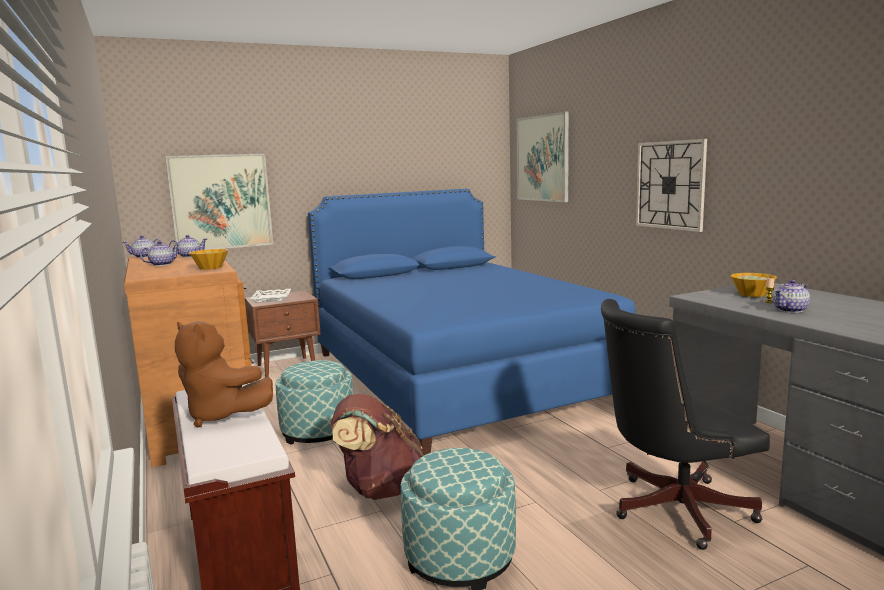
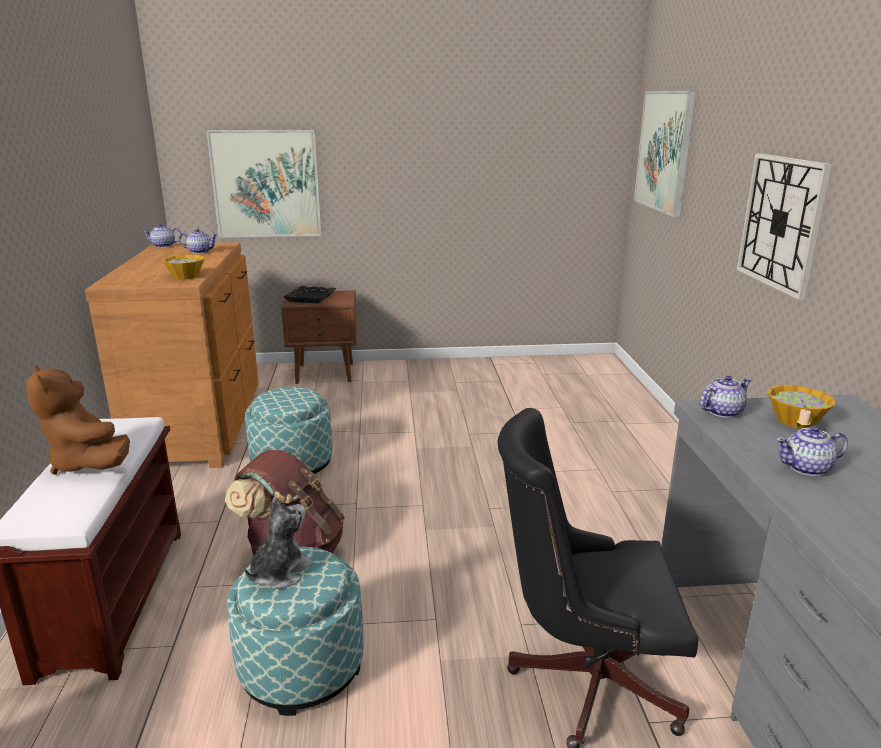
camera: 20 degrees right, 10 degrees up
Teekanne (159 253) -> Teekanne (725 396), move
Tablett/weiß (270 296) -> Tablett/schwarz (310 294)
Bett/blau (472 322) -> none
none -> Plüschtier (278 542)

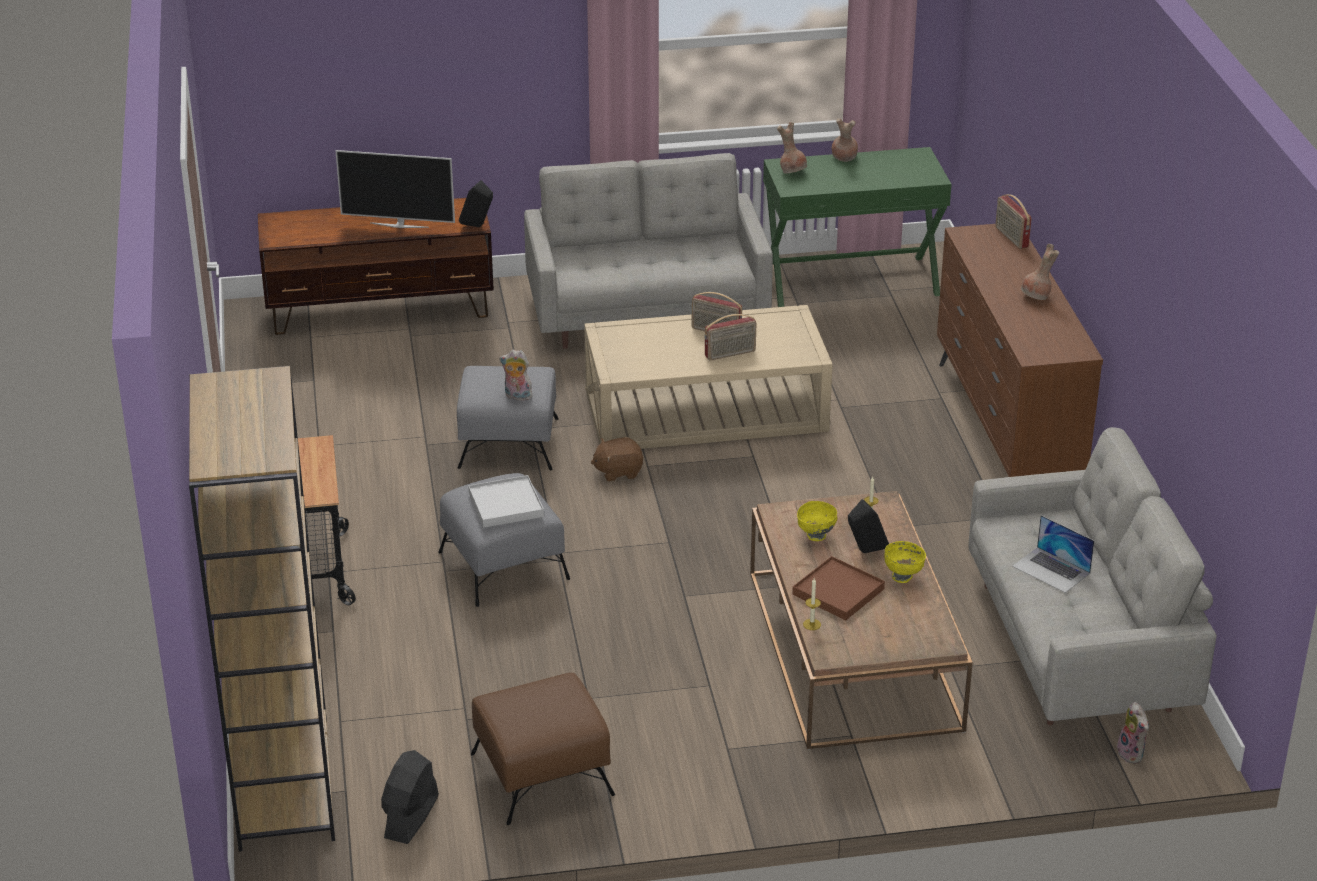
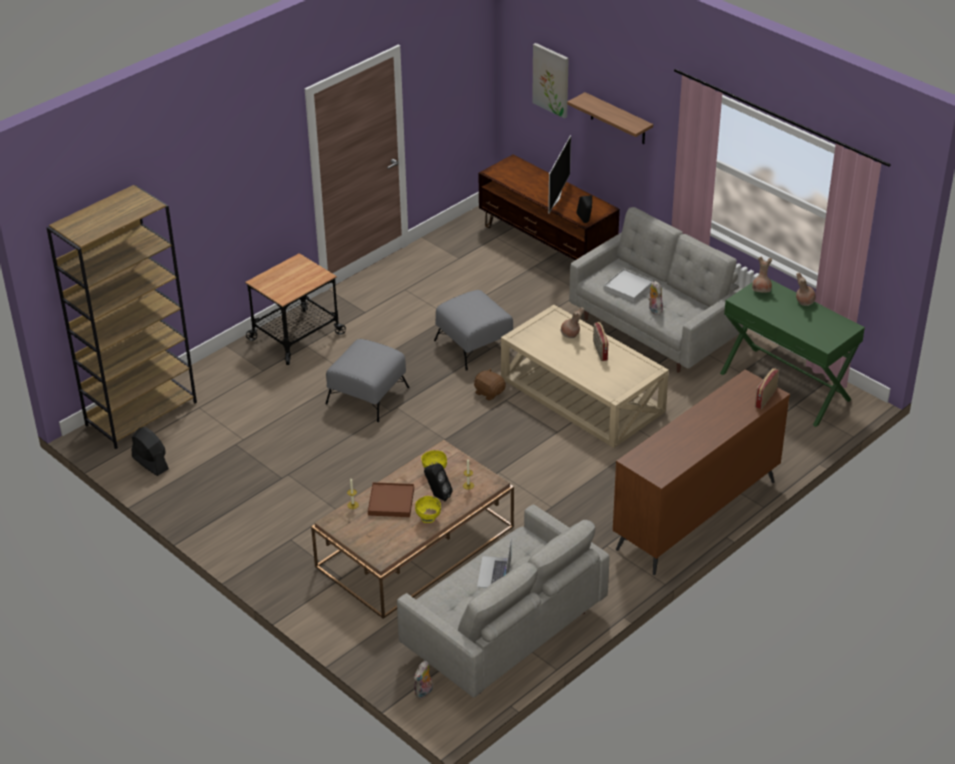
camera: 55 degrees right, 5 degrees up
Fernseher (395 189) -> Fernseher (559 174), 135 degrees counterclockwise
Ventilator/schwarz (410 797) -> Ventilator/schwarz (150 451), 60 degrees clockwise
Tablett/weiß (506 501) -> Tablett/weiß (629 285), move
Polsterhocker/braun (543 749) -> none
Plüschtier (516 375) -> Plüschtier (655 298), move
Radio (730 337) -> none
Vase/braun (1040 272) -> Vase/braun (572 322), move
none -> Bild (550 81)
none -> Wandregal (610 118)

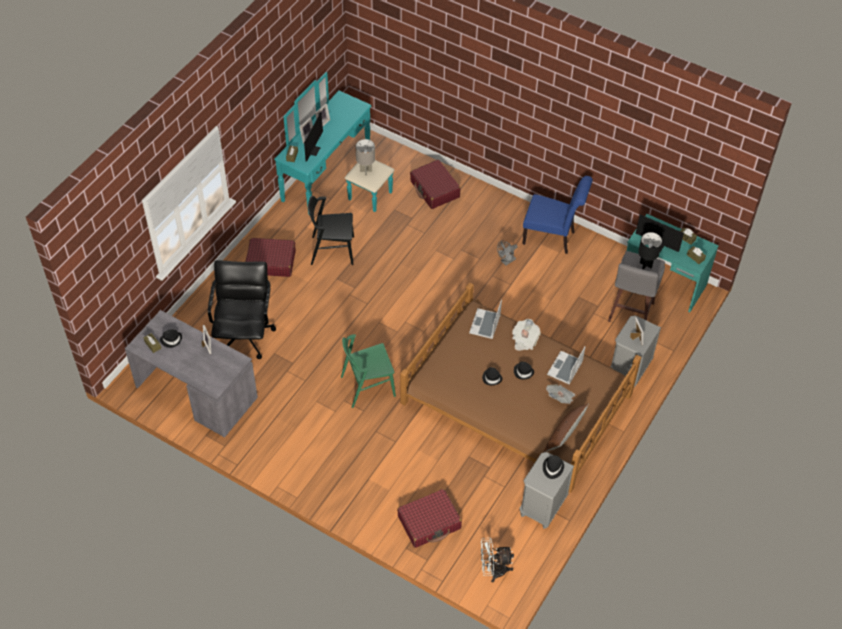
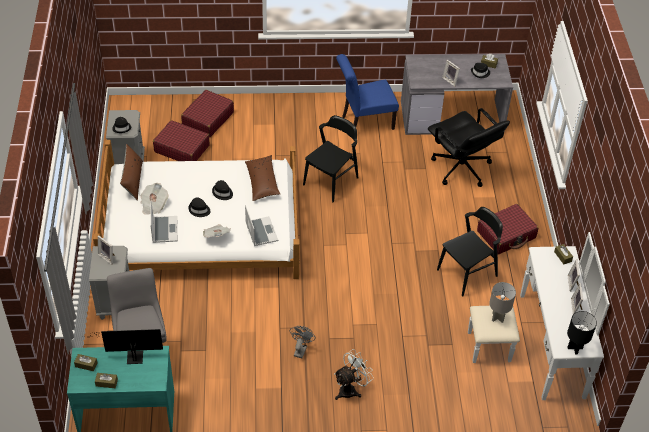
camera: 145 degrees right, 5 degrees down
Kommode/türkis (334 143) -> Kommode/weiß (539 316)
Monitor (315 135) -> none
Stuhl/grün (368 371) -> Stuhl/schwarz (330 158)
Bett/braun (520 388) -> Bett/weiß (196 209)
Koffer/rot (435 184) -> Koffer/rot (181 140), move
Ventilator/weiß (497 560) -> Ventilator/weiß (354 374), move
Stuhl/blau (557 215) -> Stuhl/blau (367 92), move
Tischlampe/schwarz (650 251) -> Tischlampe/schwarz (582 332), move
none -> Kissen/braun (262 178)

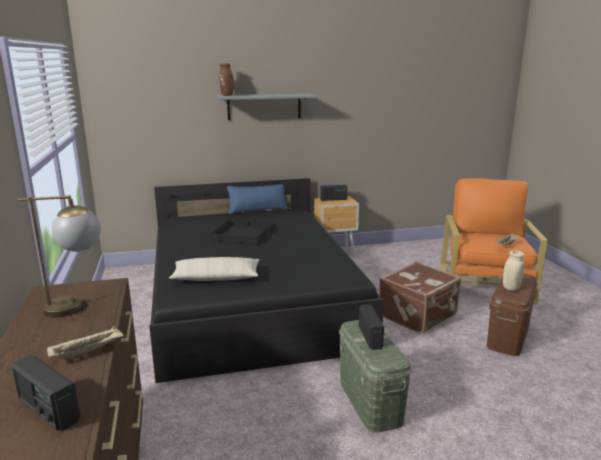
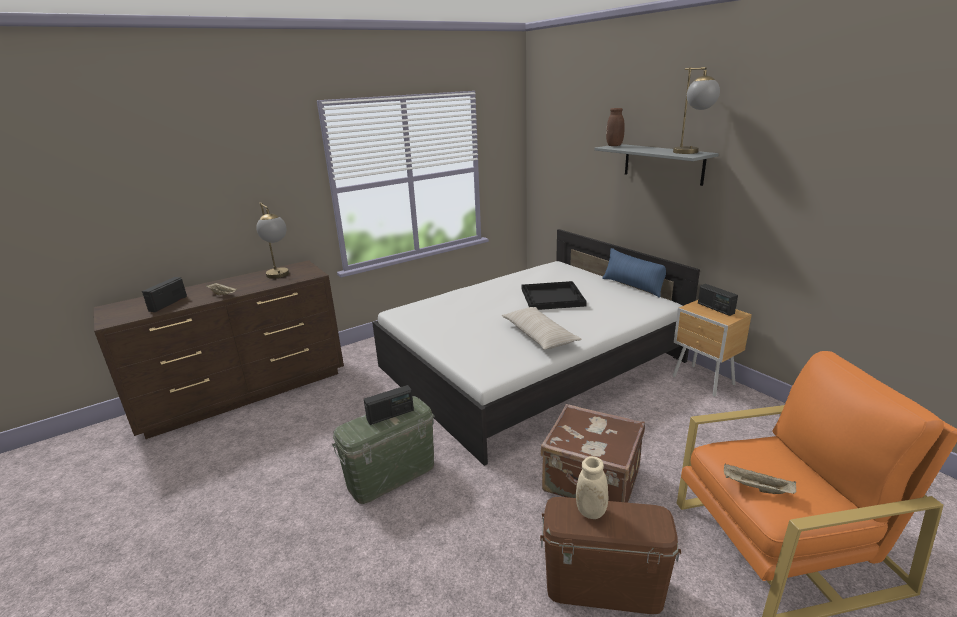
camera: 70 degrees right, 5 degrees up
Bett/schwarz (266 280) -> Bett/weiß (536 347)
Kissen/beige (214 269) -> Kissen/beige (542 328), move
none -> Tischlampe (696 110)

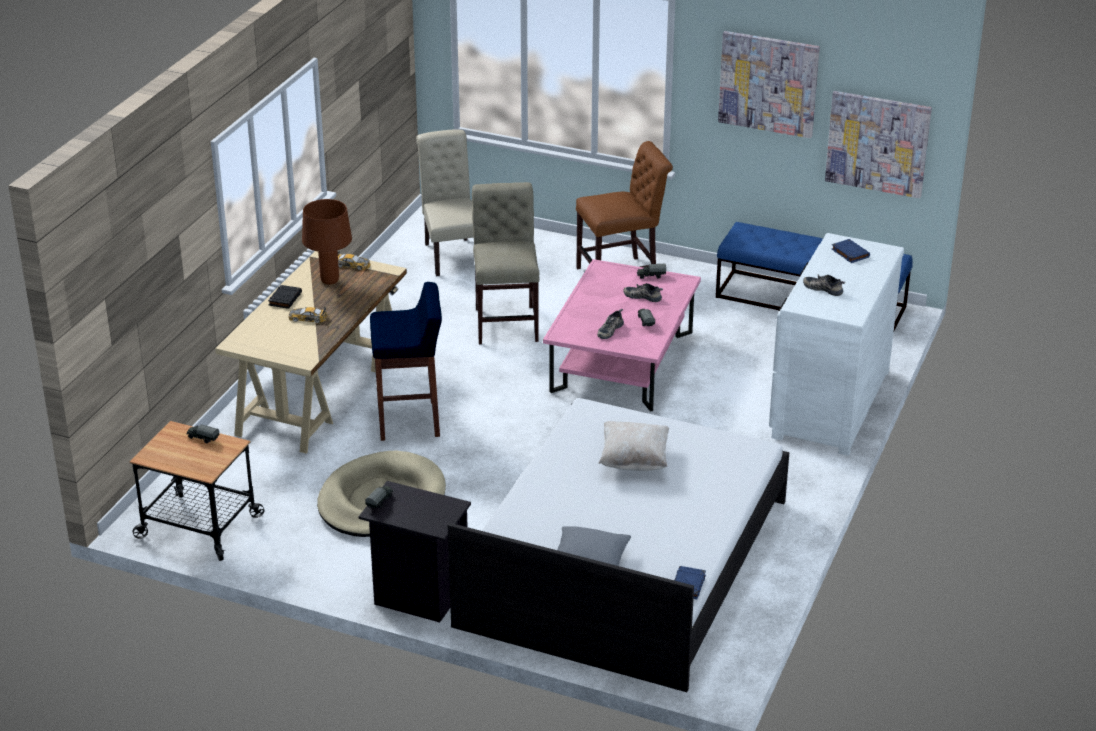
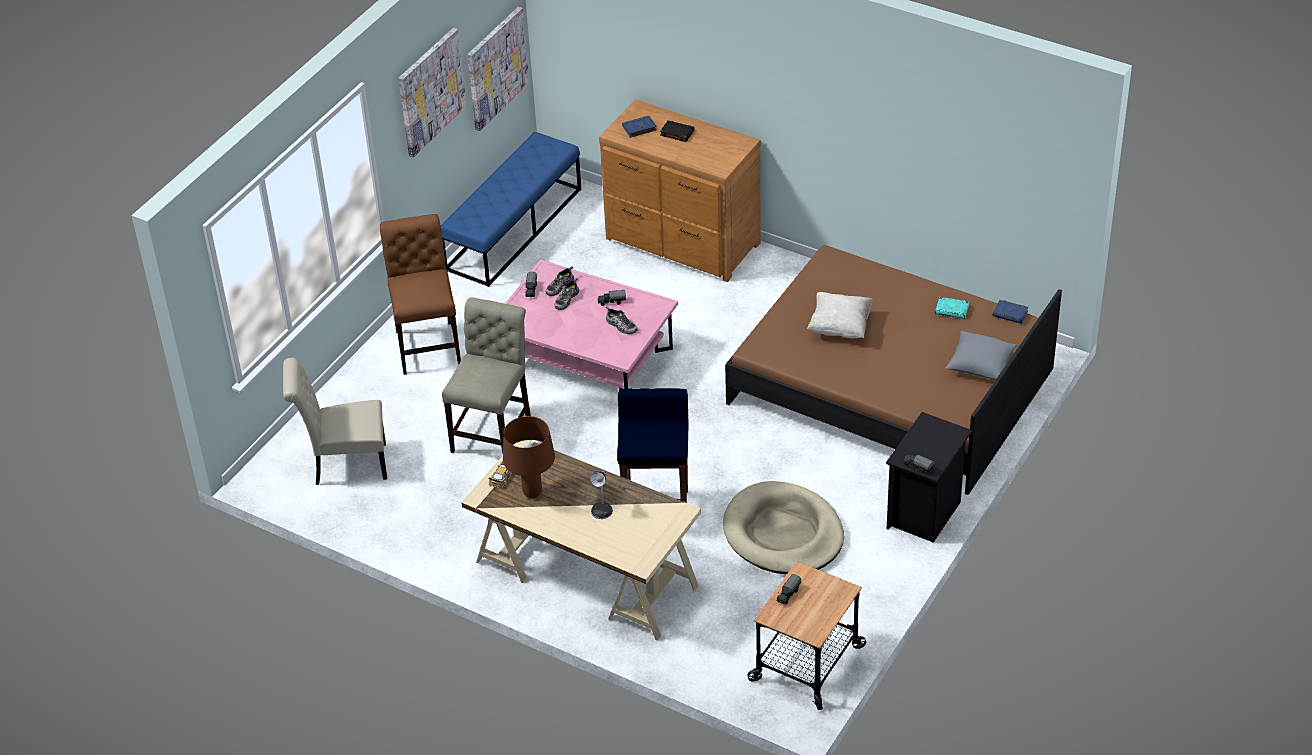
camera: 80 degrees left, 10 degrees up
Buch/schwarz (285 297) -> Buch/schwarz (677 131), move
Spielzeugauto (308 315) -> Tischlampe (601 494)
Bett/weiß (618 545) -> Bett/braun (893 370)
Stuhl/beige (505 263) -> Stuhl/beige (486 375), 105 degrees clockwise
Kommode/weiß (836 344) -> Kommode/braun (680 190)
Schuh (824 285) -> Schuh (560 281), move
none -> Buch/türkis (952 308)

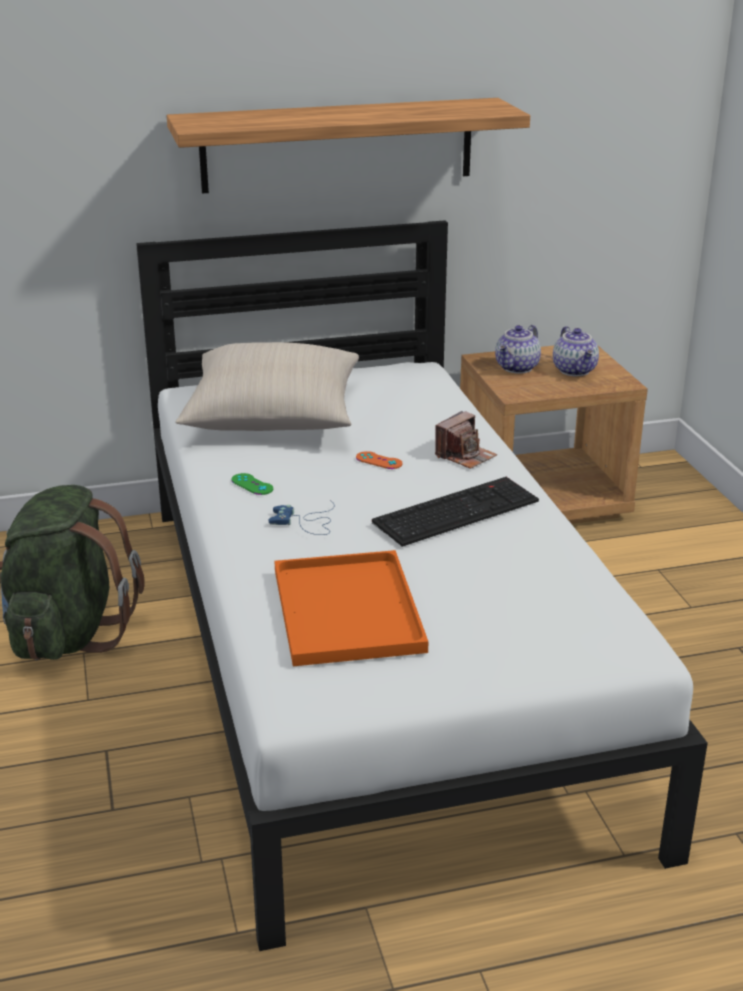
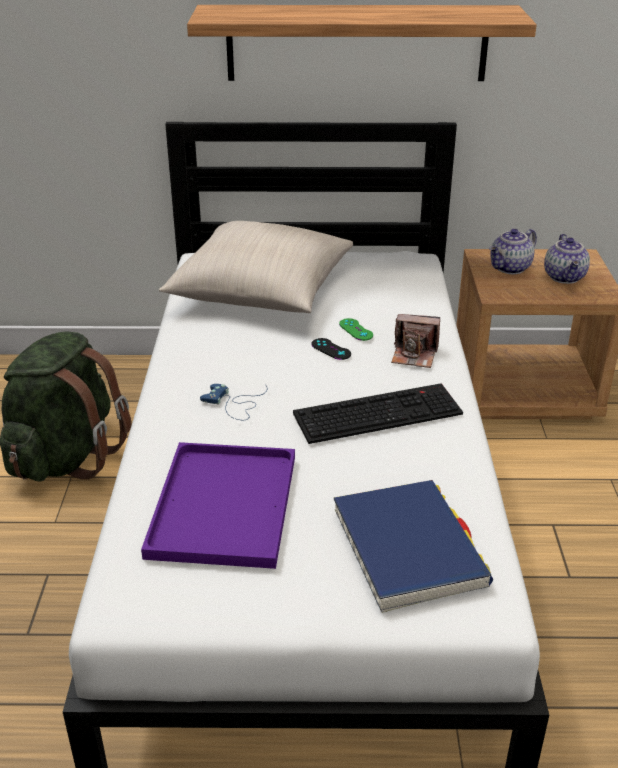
camera: 15 degrees right, 5 degrees up
Gamepad/grün (252 484) -> Gamepad/grün (356 329), move
Tablett/orange (351 608) -> Tablett/lila (218 505)
Gamepad/orange (379 460) -> Gamepad/schwarz (331 349)
Kamera (466 440) -> Kamera (415 341), 45 degrees clockwise
none -> Buch/blau (413 546)

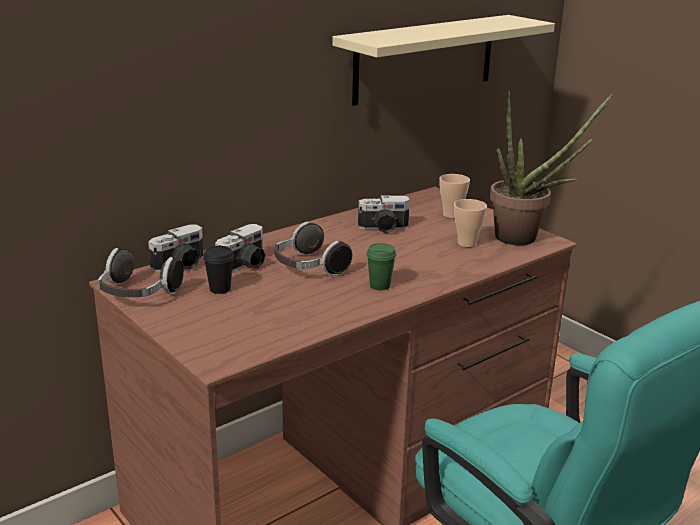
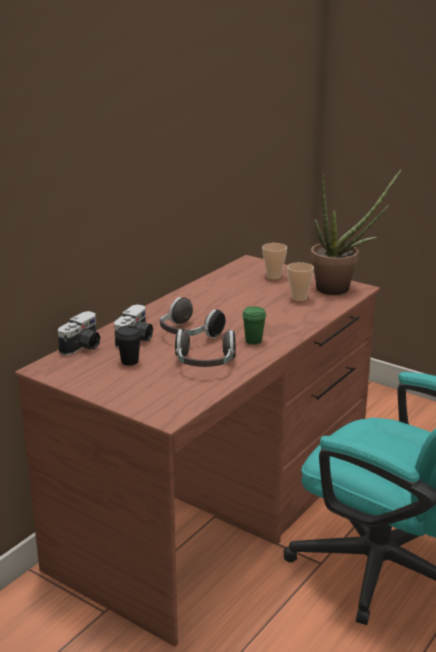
camera: 15 degrees left, 0 degrees up
Kopfhörer (141 272) -> Kopfhörer (205 348), move
Wandregal/beige (443 60) -> none
Kamera (384 214) -> none

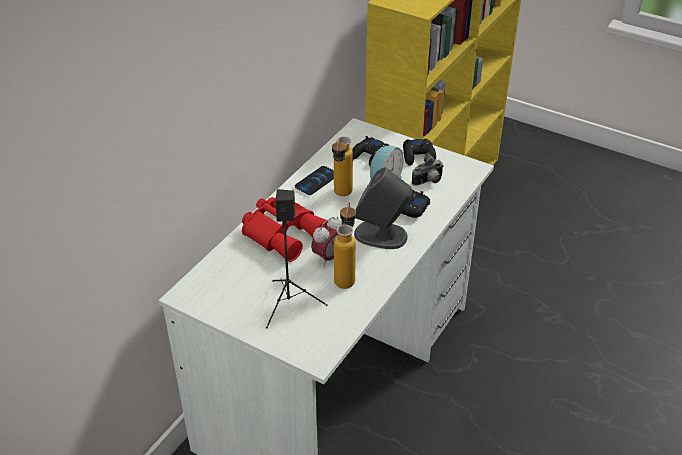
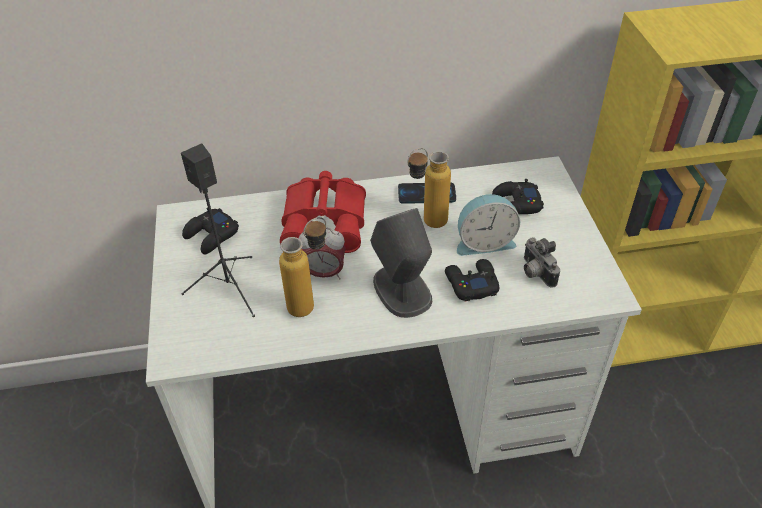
camera: 50 degrees right, 5 degrees up
Gamepad/schwarz (419 152) -> Gamepad/schwarz (210 230), move
Kamera (428 169) -> Kamera (542 262), 45 degrees clockwise

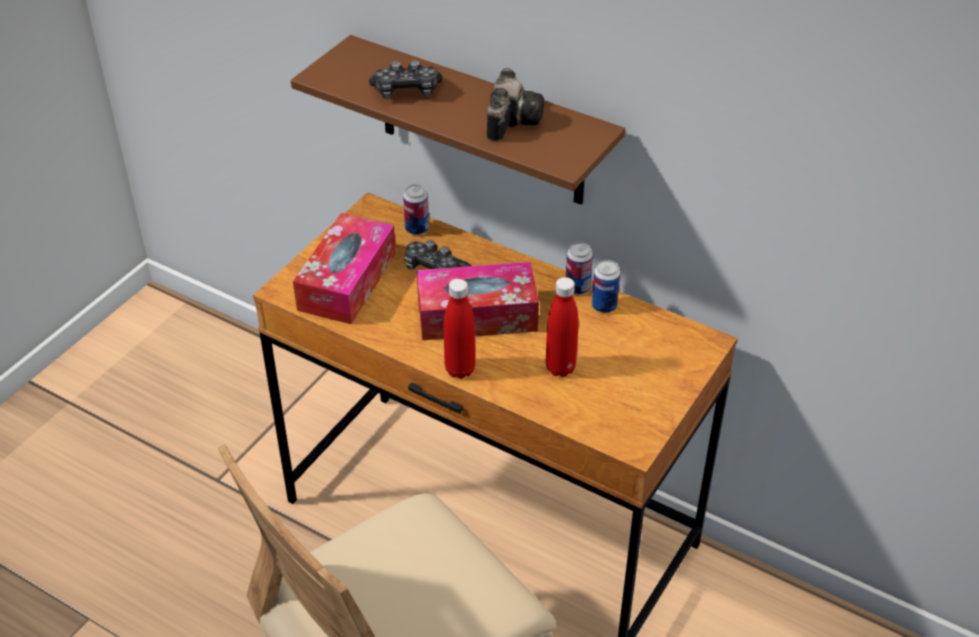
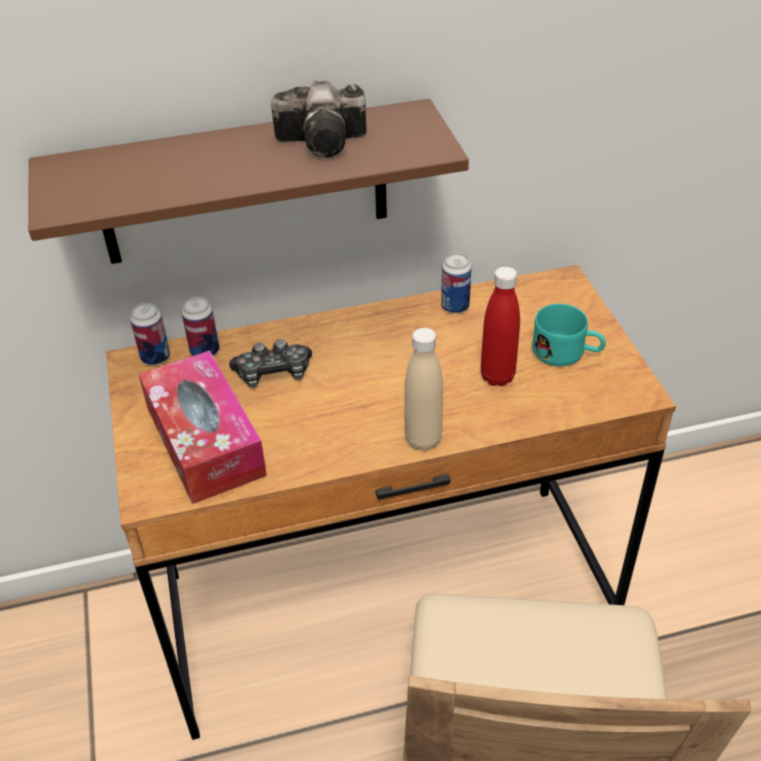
camera: 45 degrees left, 0 degrees up
Gamepad (406 79) -> none
Taschentuchbox (478 301) -> none
Flasche/rot (459 329) -> Flasche/beige (423 389)
Kamera (515 104) -> Kamera (318 119), 120 degrees clockwise
Dose (579 268) -> Dose (150 334), move
none -> Henkelbecher/türkis (569 335)

